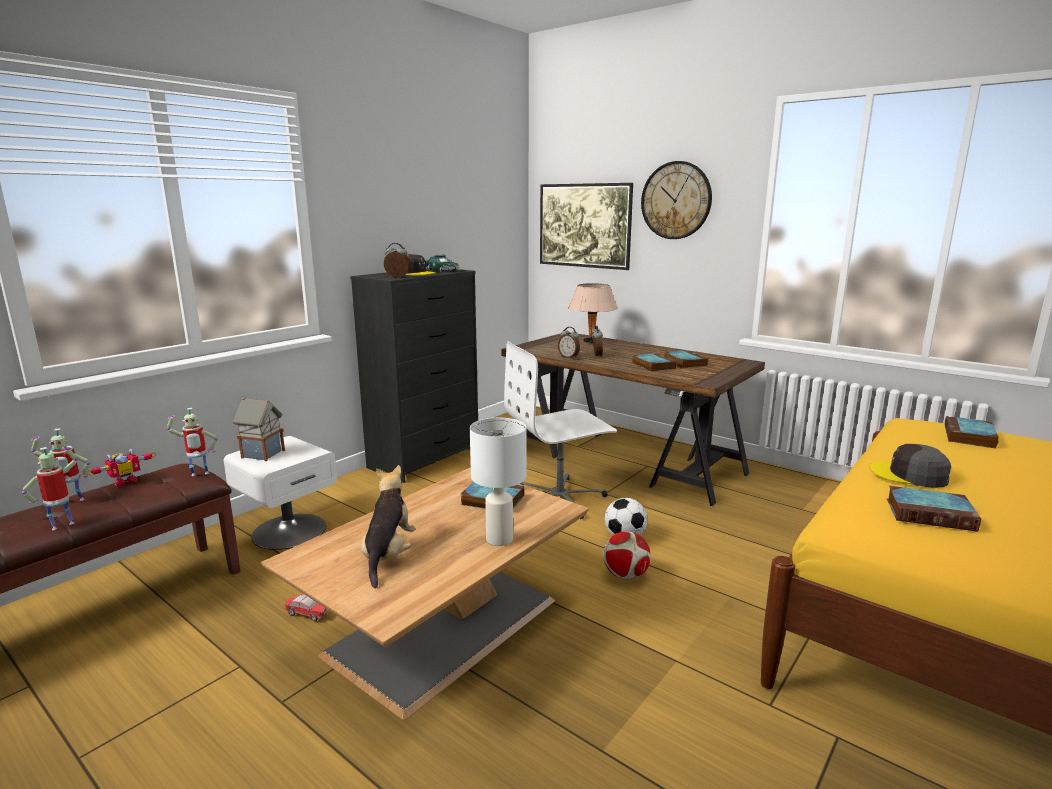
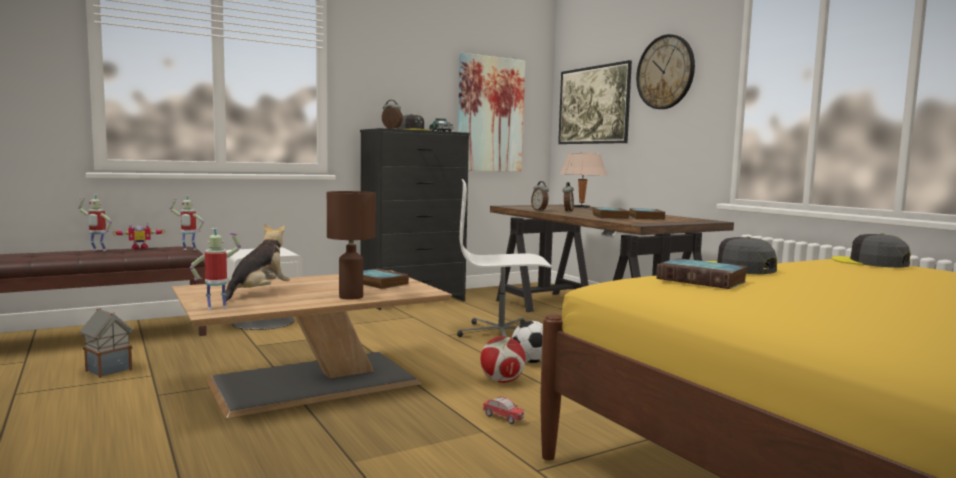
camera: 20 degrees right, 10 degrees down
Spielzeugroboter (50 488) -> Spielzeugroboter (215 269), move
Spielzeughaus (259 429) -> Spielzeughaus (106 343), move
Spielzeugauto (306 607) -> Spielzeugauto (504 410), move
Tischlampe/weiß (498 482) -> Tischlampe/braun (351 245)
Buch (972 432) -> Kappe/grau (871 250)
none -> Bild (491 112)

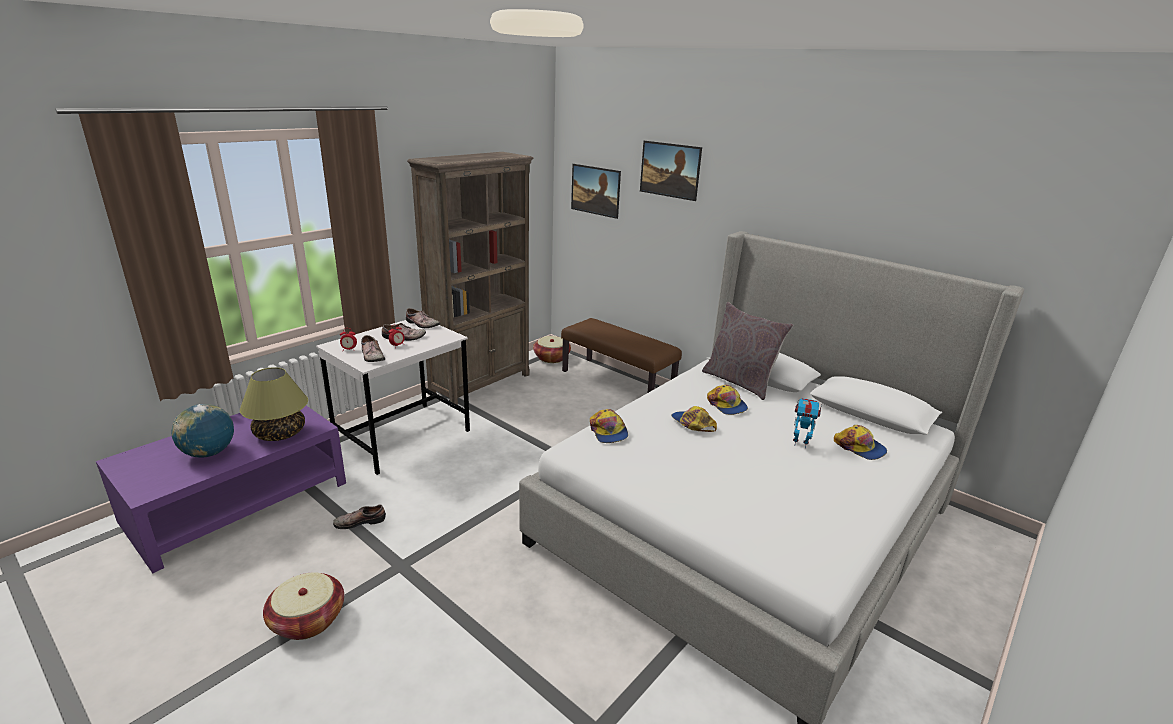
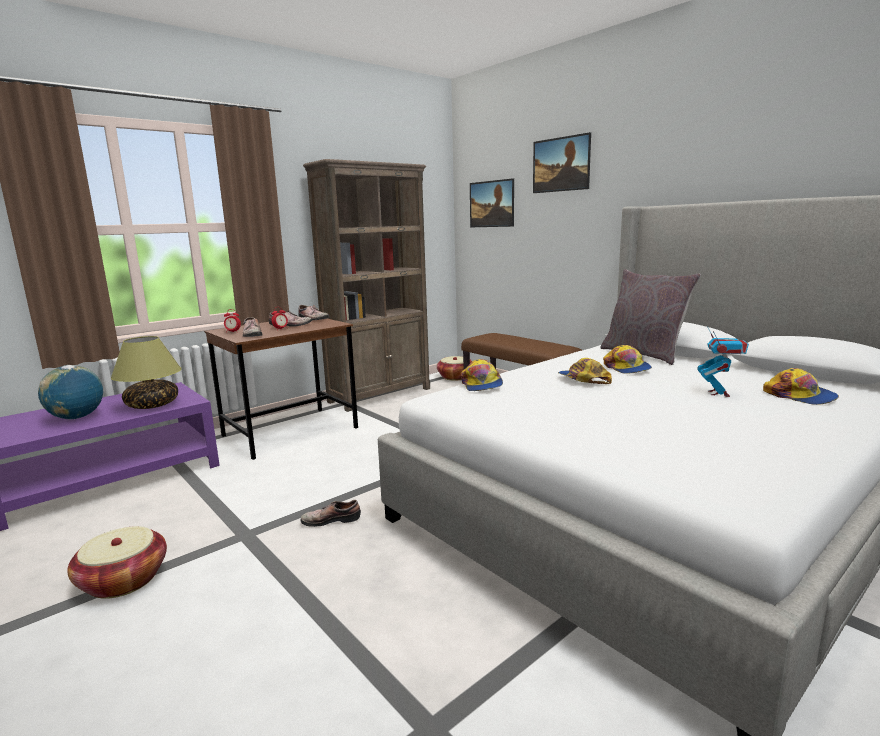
camera: 10 degrees right, 10 degrees down
Schreibtisch/weiß (393 397) -> Schreibtisch/braun (281 389)
Schuh (359 516) -> Schuh (331 513), move
Spielzeugroboter (807 423) -> Spielzeugroboter (723 361), 75 degrees clockwise

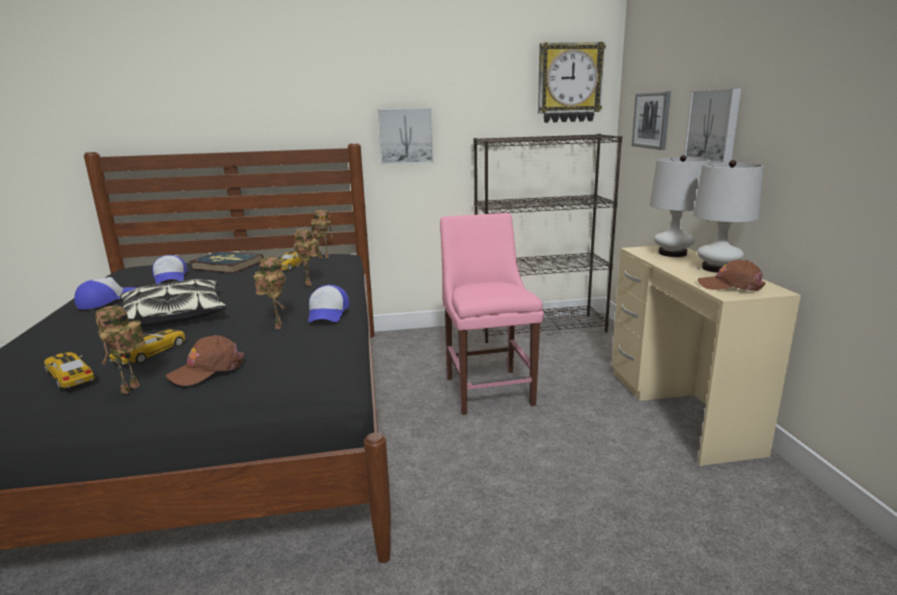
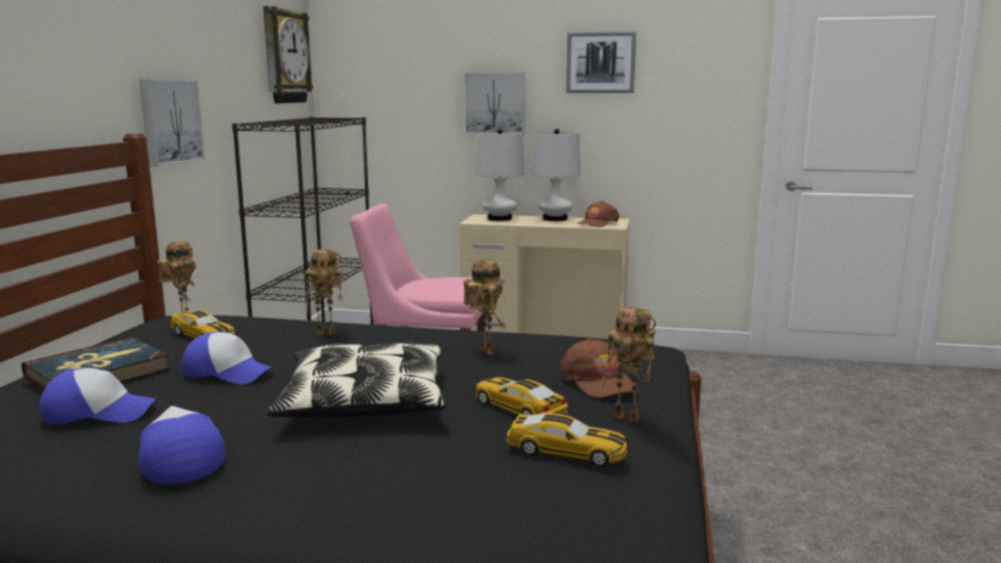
camera: 70 degrees left, 5 degrees down
Spielzeugauto (69 370) -> Spielzeugauto (566 440), 135 degrees counterclockwise
Spielzeugroboter (270 293) -> Spielzeugroboter (484 307), 60 degrees clockwise
Kappe (328 304) -> Kappe (228 358), move
Bild (651 120) -> Bild (601 62), move

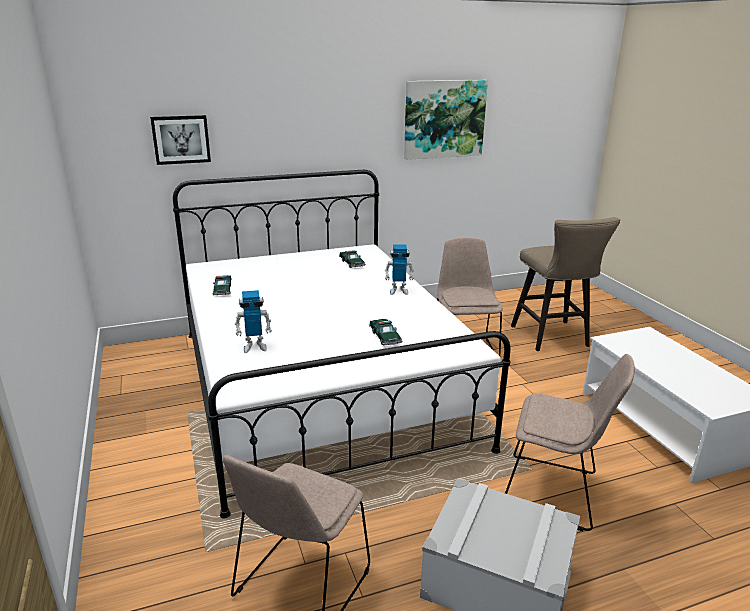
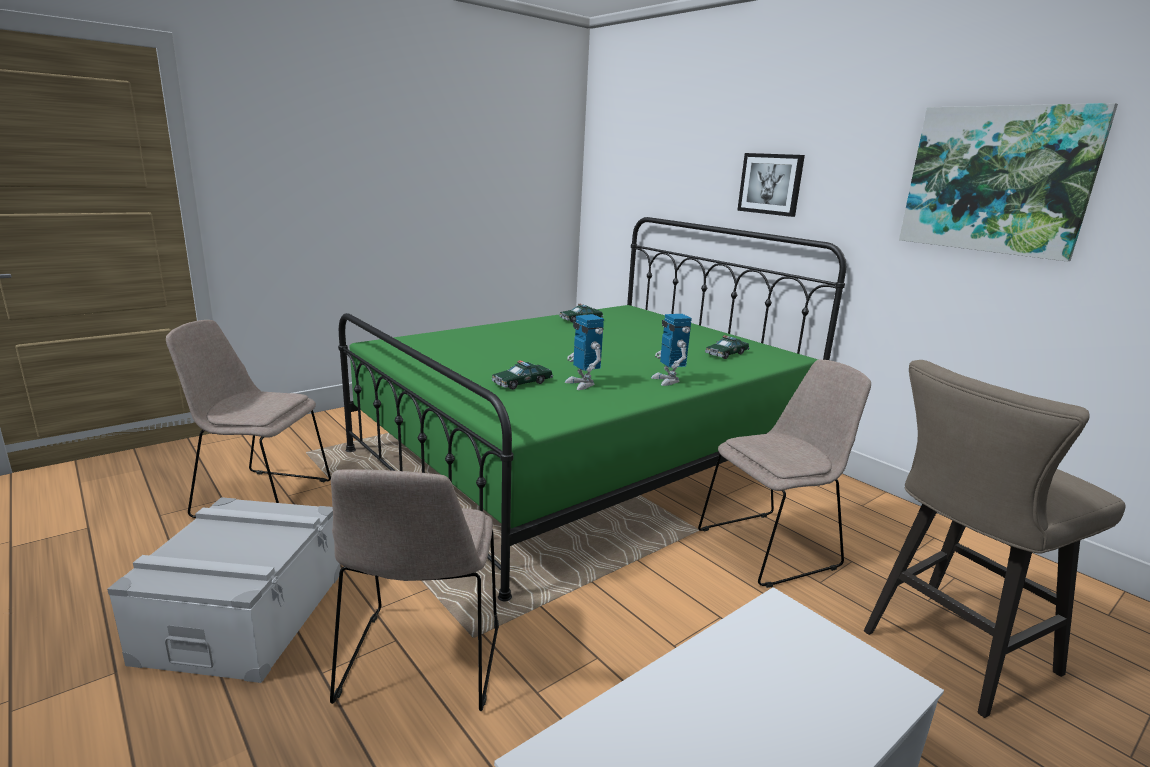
camera: 70 degrees right, 5 degrees down
Bild (180 140) -> Bild (771 185), move
Bett/weiß (342 344) -> Bett/grün (592 409)
Spielzeugroboter (253 321) -> Spielzeugroboter (584 352), move

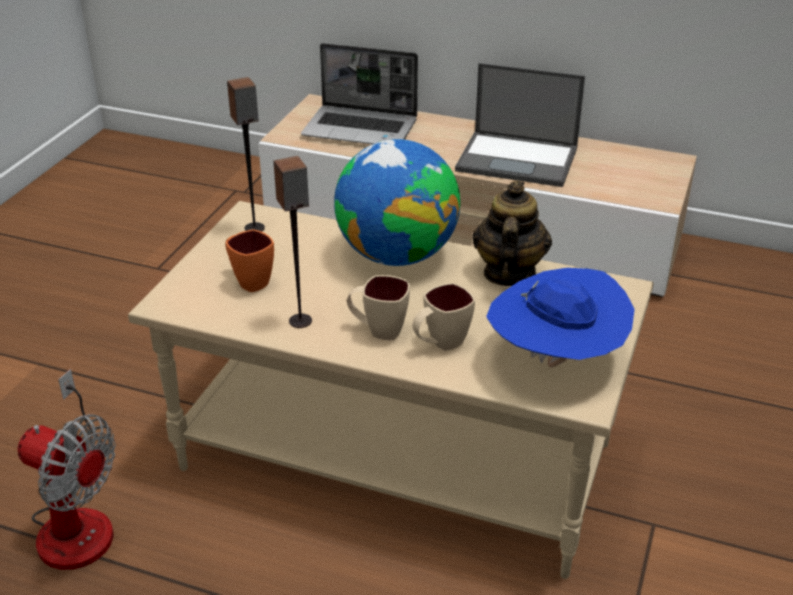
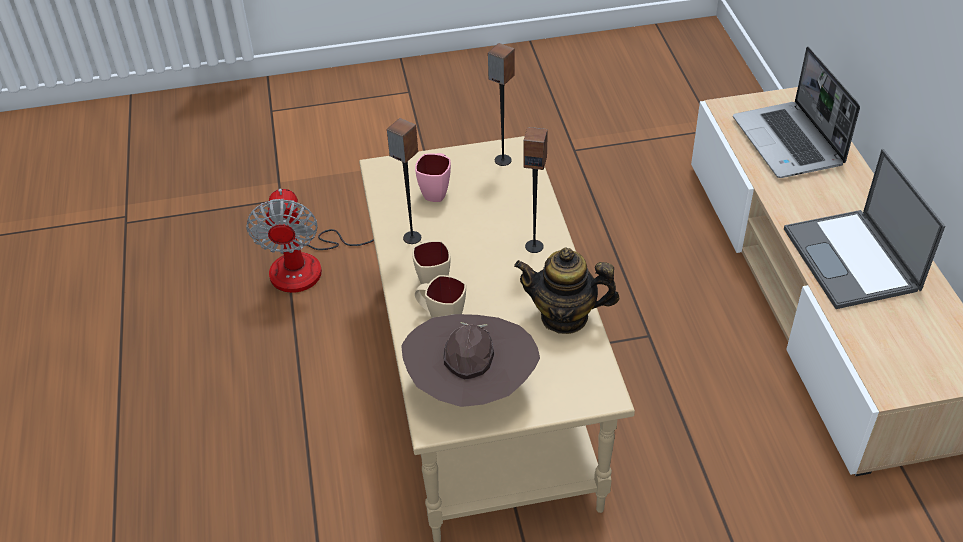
camera: 60 degrees right, 10 degrees up
Henkelbecher/orange (249 260) -> Henkelbecher/rosa (433 177)
Globus (397 202) -> Lautsprecher (536 190)
Teekanne (512 233) -> Teekanne (567 290), 150 degrees counterclockwise
Hut/blau (560 317) -> Hut/braun (470 360)

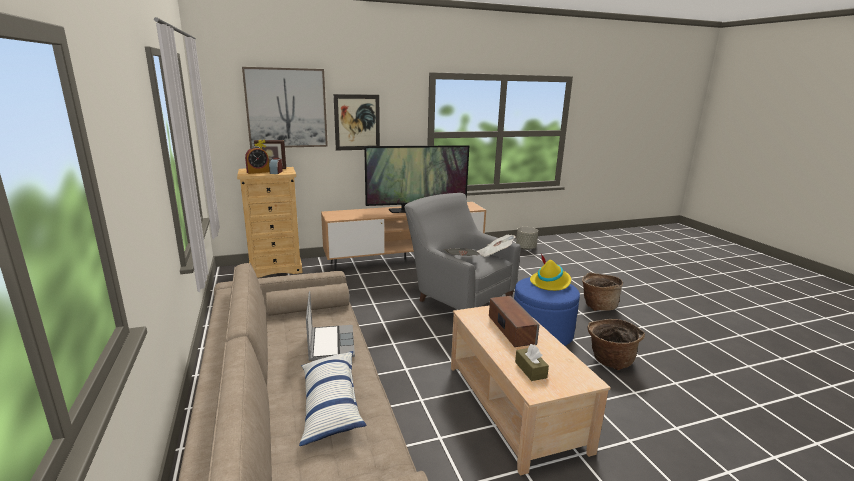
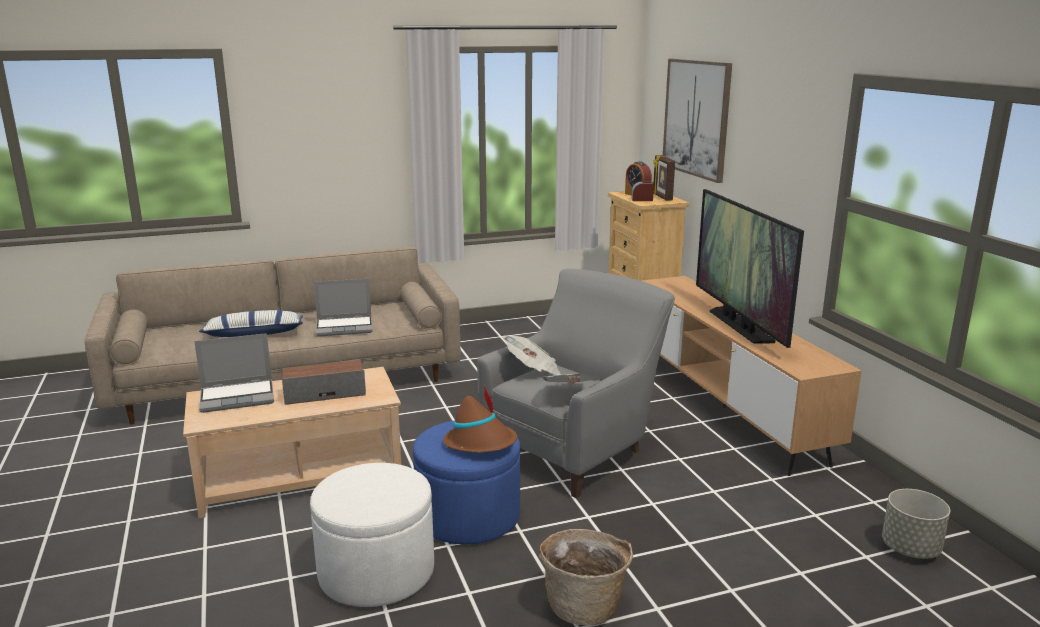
camera: 90 degrees right, 0 degrees up
Bild (357 122) -> none
Taschentuchbox/braun (532 362) -> Laptop (234 373)
Hut/gelb (550 272) -> Hut/braun (480 419)
Korb (616 344) -> Polsterhocker/weiß (372 535)

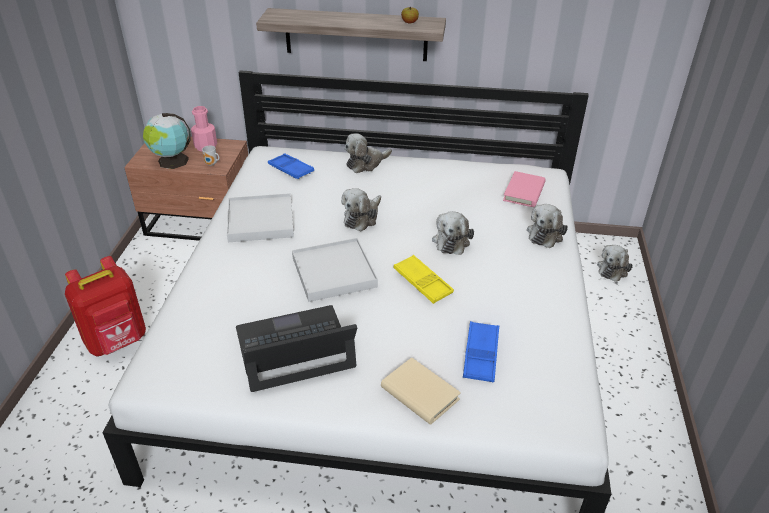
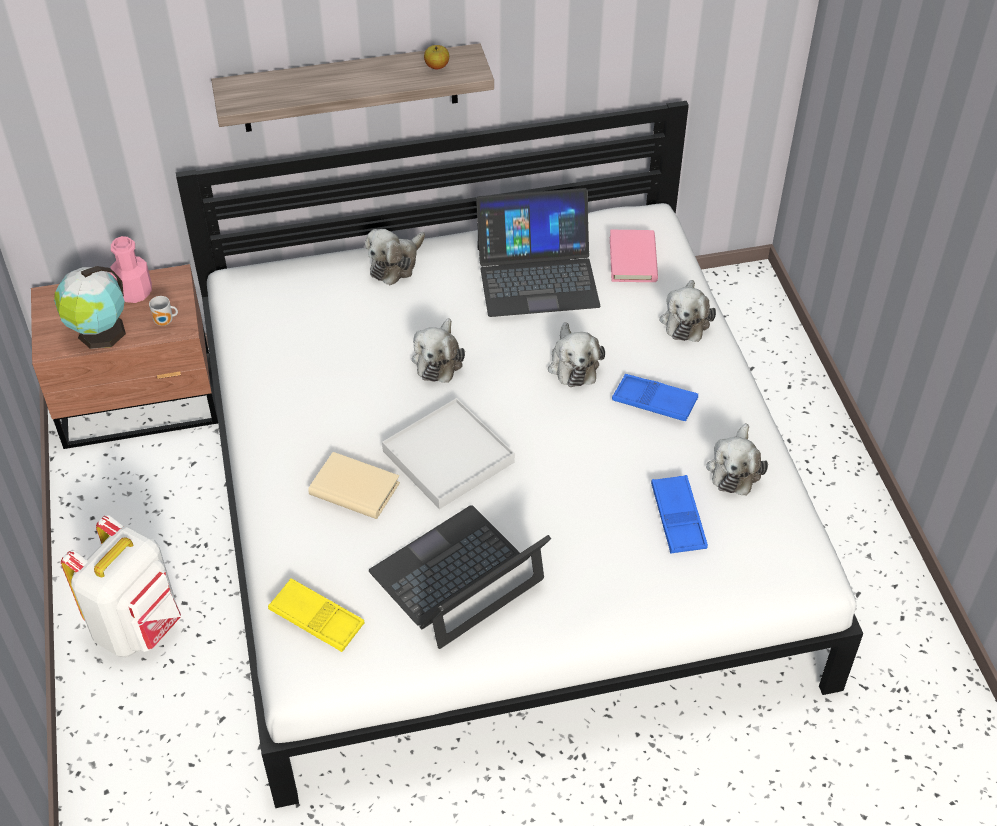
camera: 20 degrees left, 10 degrees up
Rucksack/rot (105 306) -> Rucksack/weiß (121 586)
Tablett/weiß (260 217) -> none
Tablett/blau (291 166) -> Tablett/blau (655 397), move
Buch/beige (421 391) -> Buch/beige (354 485), move
Tablett/gelb (424 279) -> Tablett/gelb (316 615), move
Plüschtier (615 263) -> Plüschtier (737 459), move
none -> Laptop (538 252)

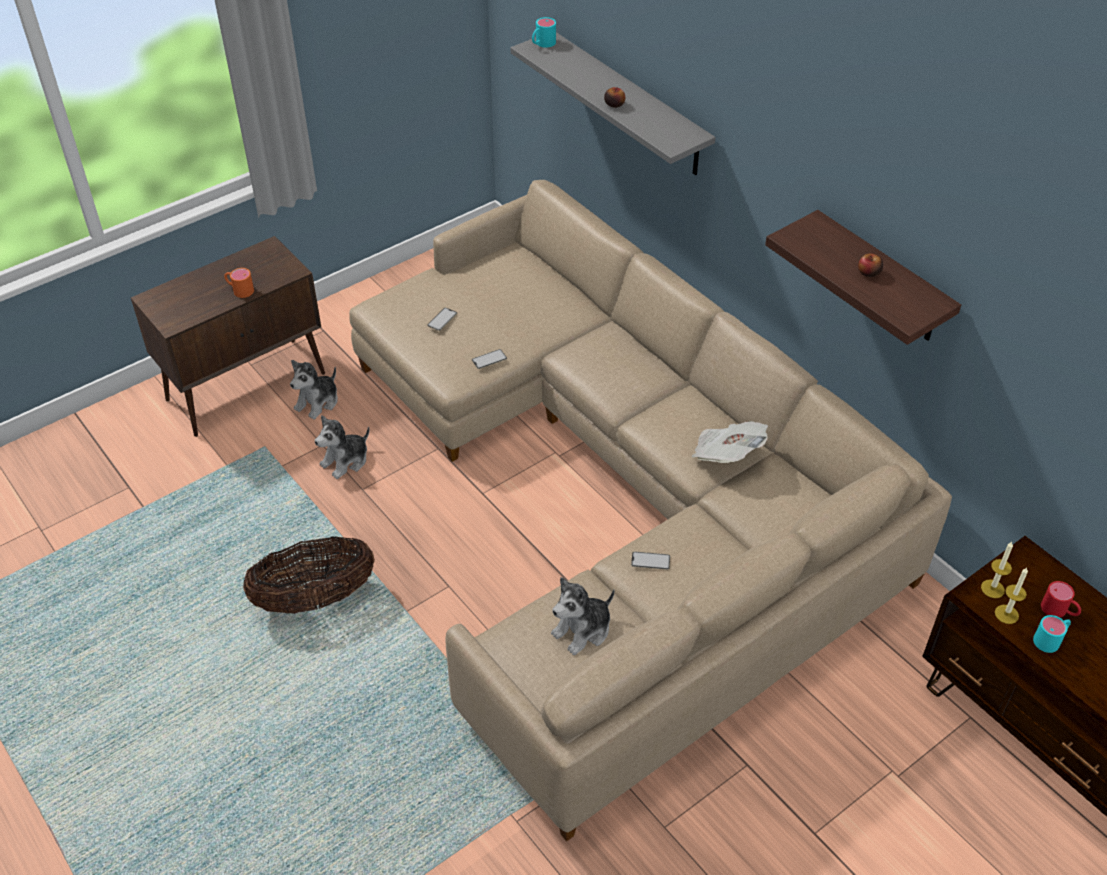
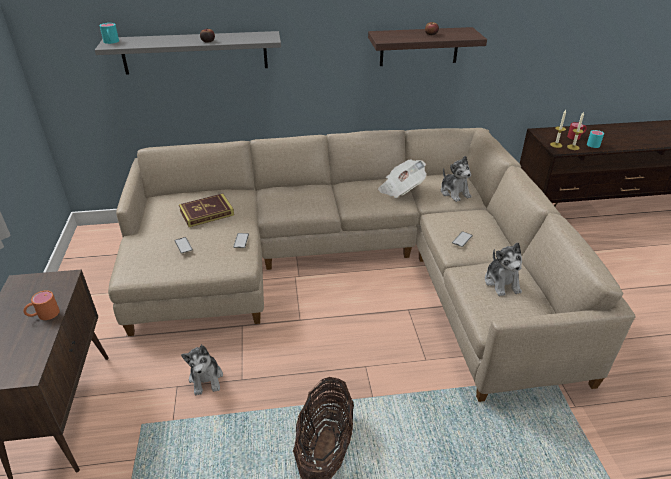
camera: 60 degrees left, 10 degrees down
Plüschtier (314 390) -> Plüschtier (456 179), move
none -> Buch (206 210)

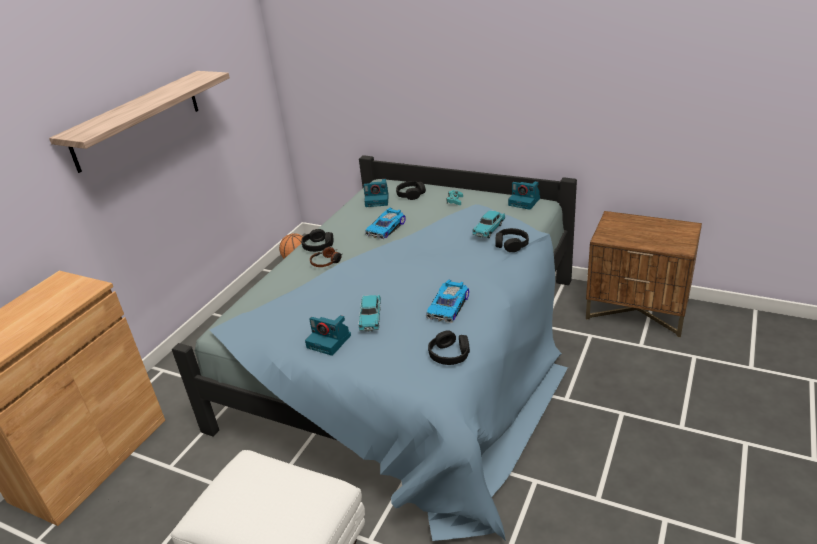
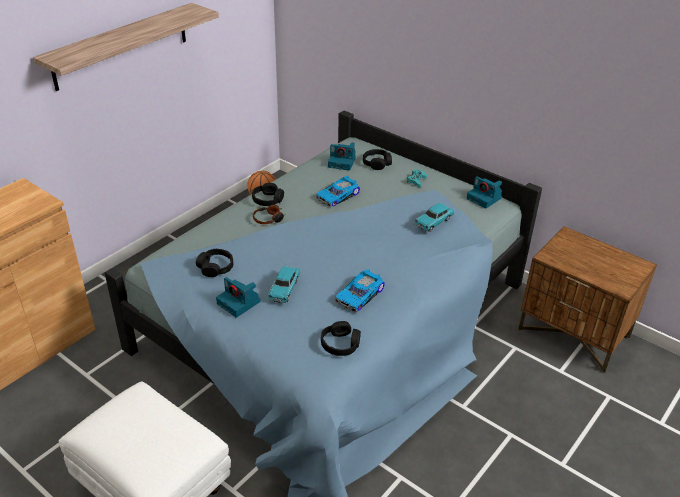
camera: 10 degrees right, 5 degrees up
Kopfhörer/schwarz (512 240) -> Kopfhörer/schwarz (214 263), move

